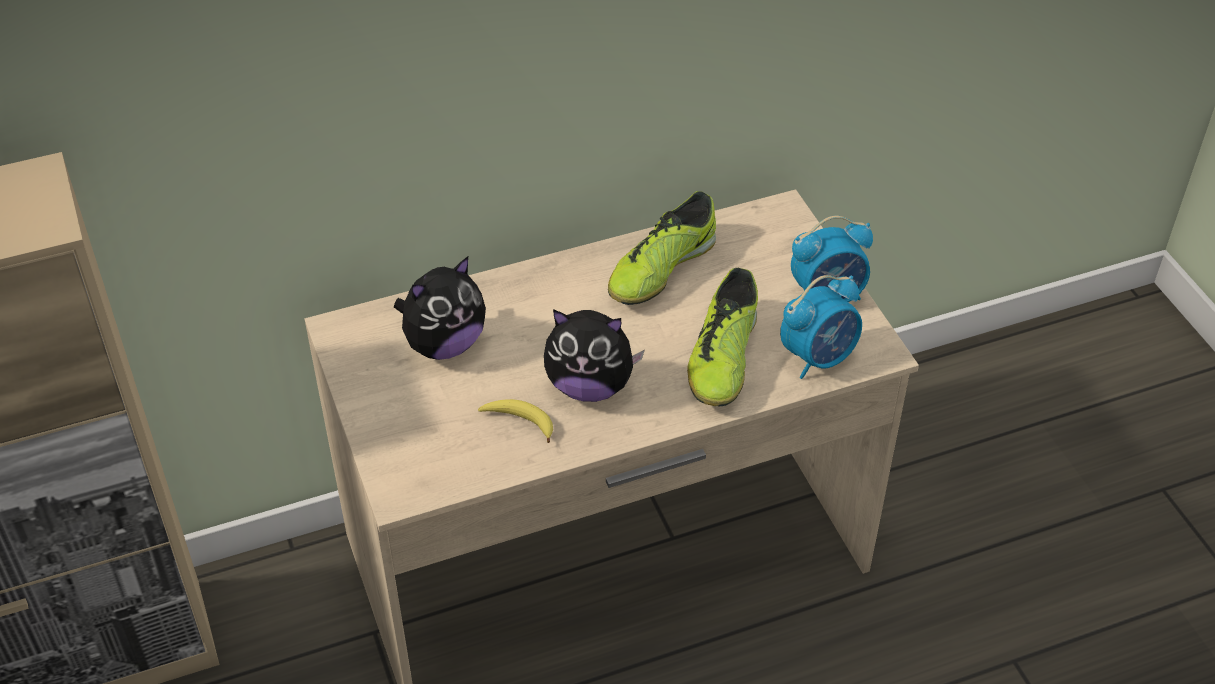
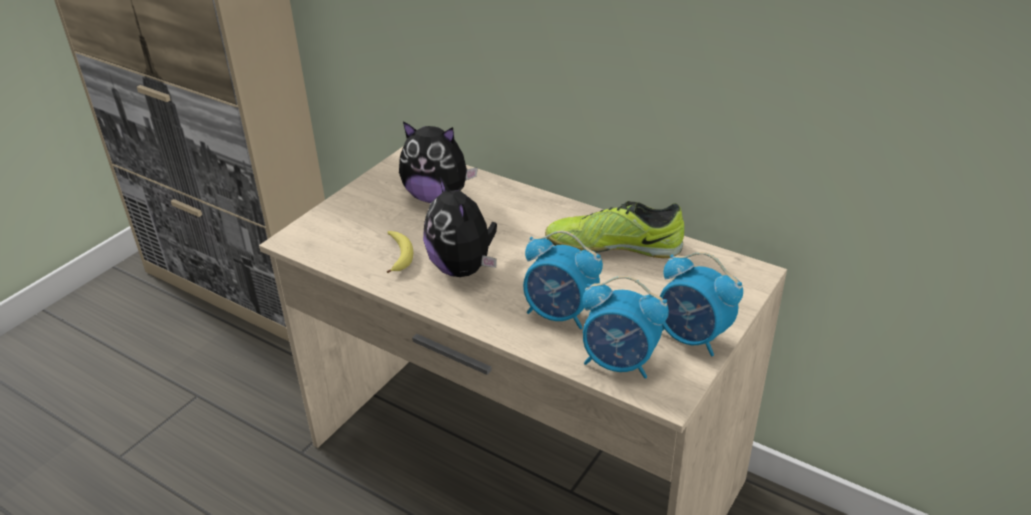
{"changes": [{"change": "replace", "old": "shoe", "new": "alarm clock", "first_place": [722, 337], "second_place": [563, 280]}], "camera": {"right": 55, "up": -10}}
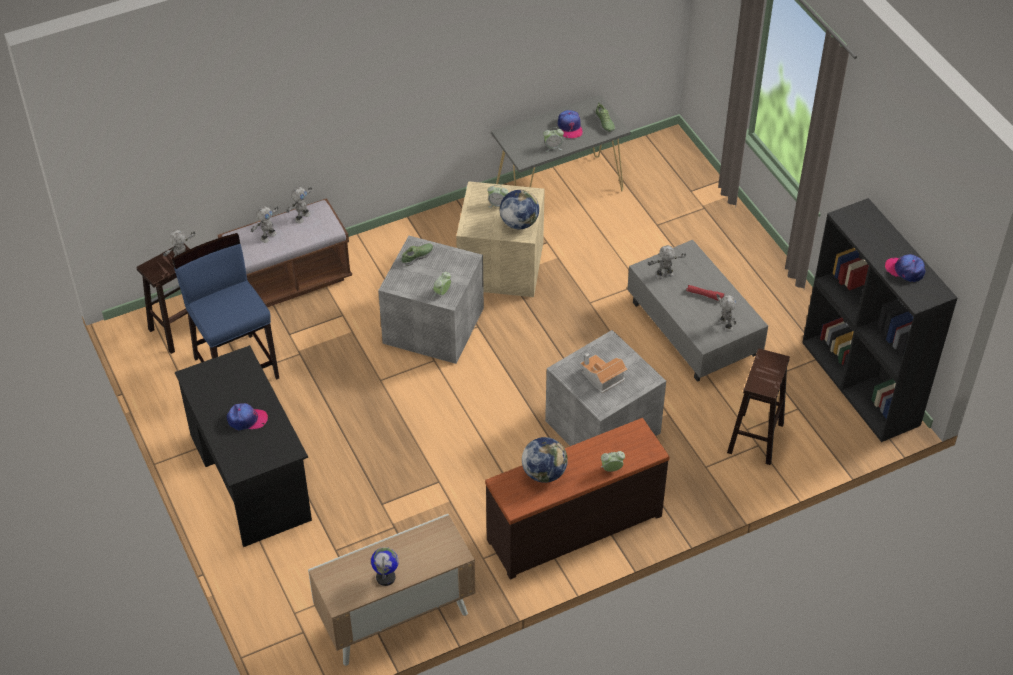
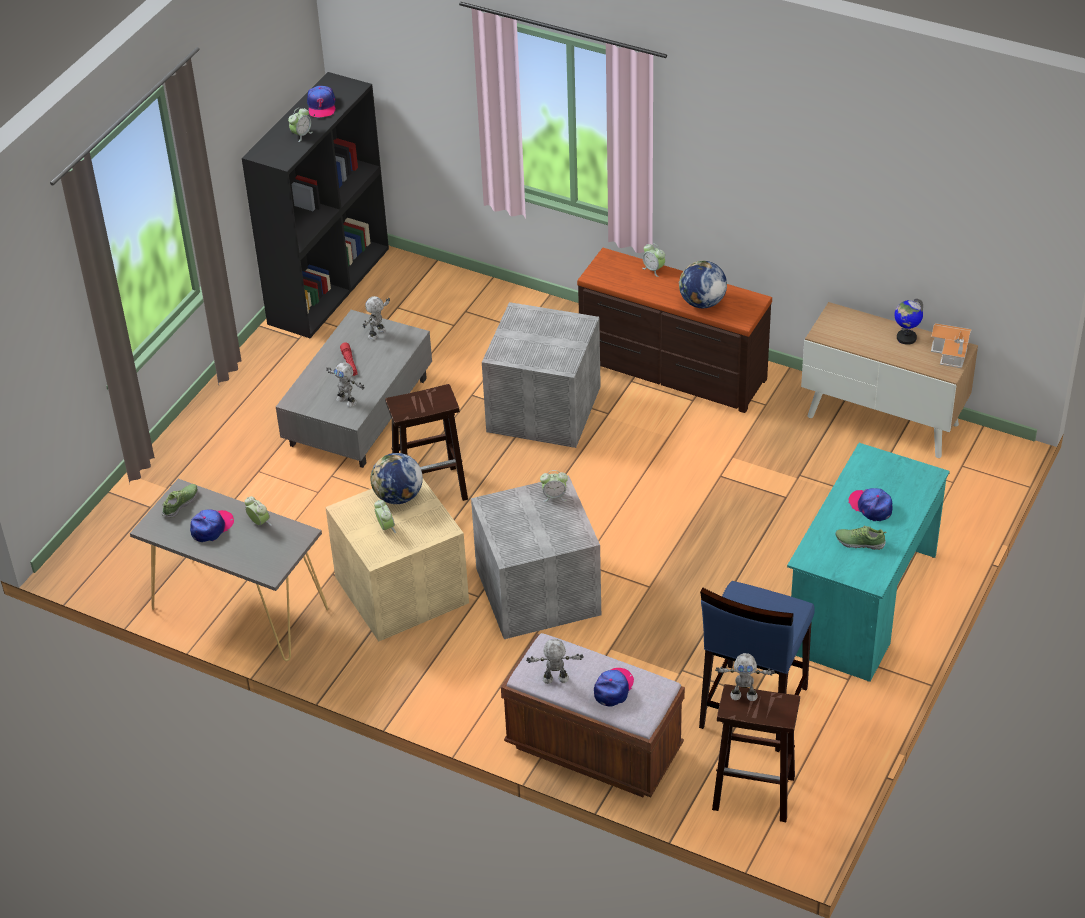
{"changes": [{"change": "insert", "new": "alarm clock", "second_place": [300, 125]}, {"change": "move", "old": "stool (brown)", "first_place": [758, 406], "second_place": [426, 442]}, {"change": "replace", "old": "toy robot", "new": "cap", "first_place": [265, 224], "second_place": [614, 687]}, {"change": "recolor", "old": "desk (black)", "new": "desk (turquoise)", "first_place": [243, 446], "second_place": [868, 562]}, {"change": "move", "old": "shoe", "first_place": [416, 254], "second_place": [860, 537]}, {"change": "move", "old": "toy house", "first_place": [604, 373], "second_place": [951, 345]}], "camera": {"right": -125, "up": -5}}
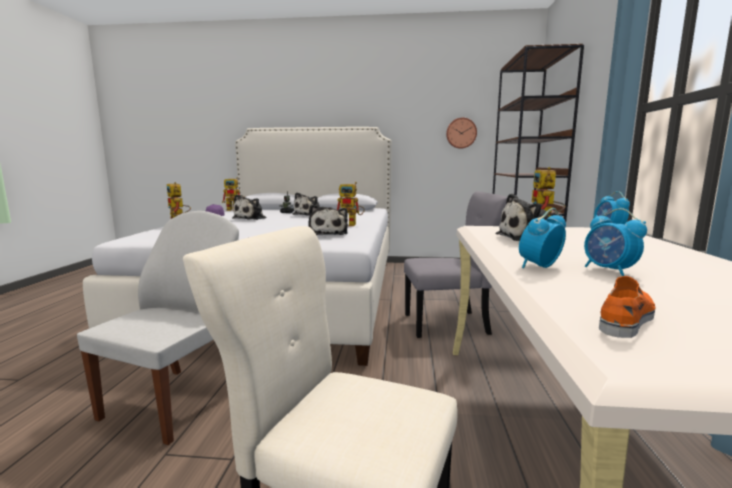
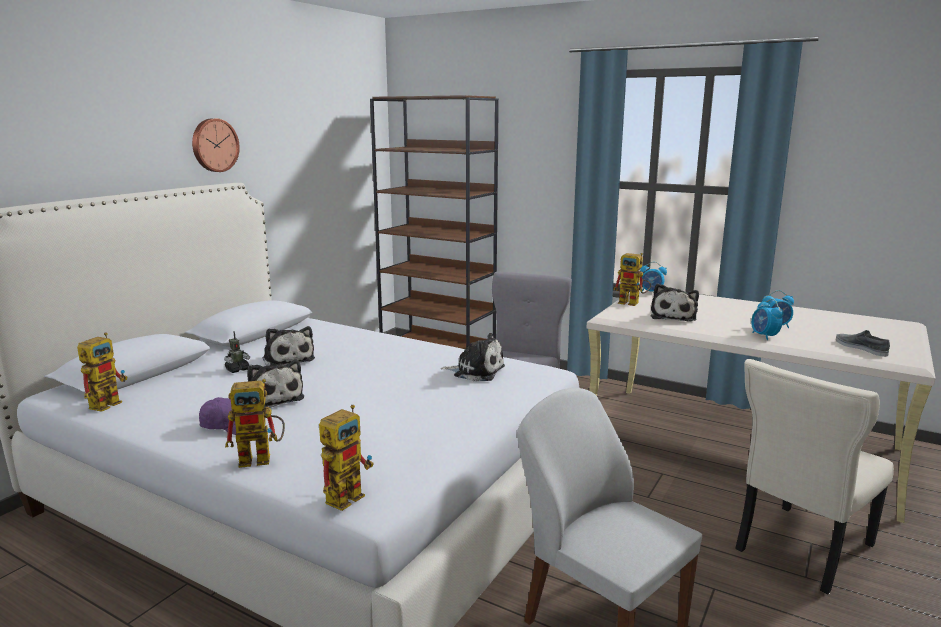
{"changes": [{"change": "move", "old": "wall clock", "first_place": [461, 133], "second_place": [216, 145]}, {"change": "move", "old": "toy robot", "first_place": [351, 204], "second_place": [346, 458]}, {"change": "recolor", "old": "shoe (orange)", "new": "shoe (grey)", "first_place": [627, 307], "second_place": [863, 343]}], "camera": {"right": -65, "up": 5}}
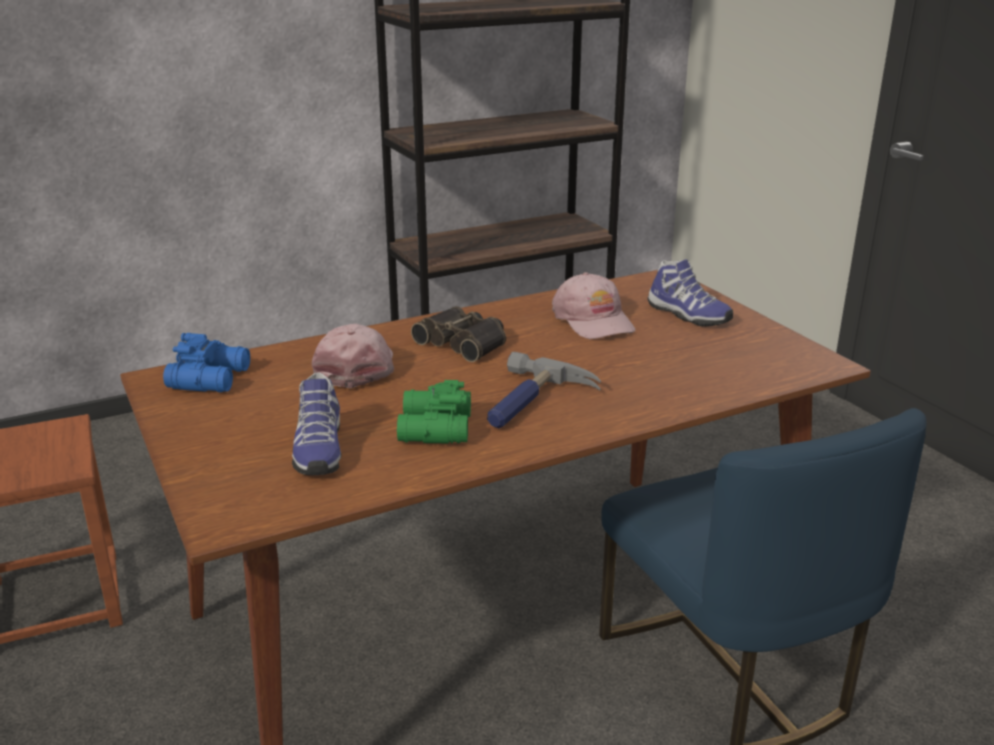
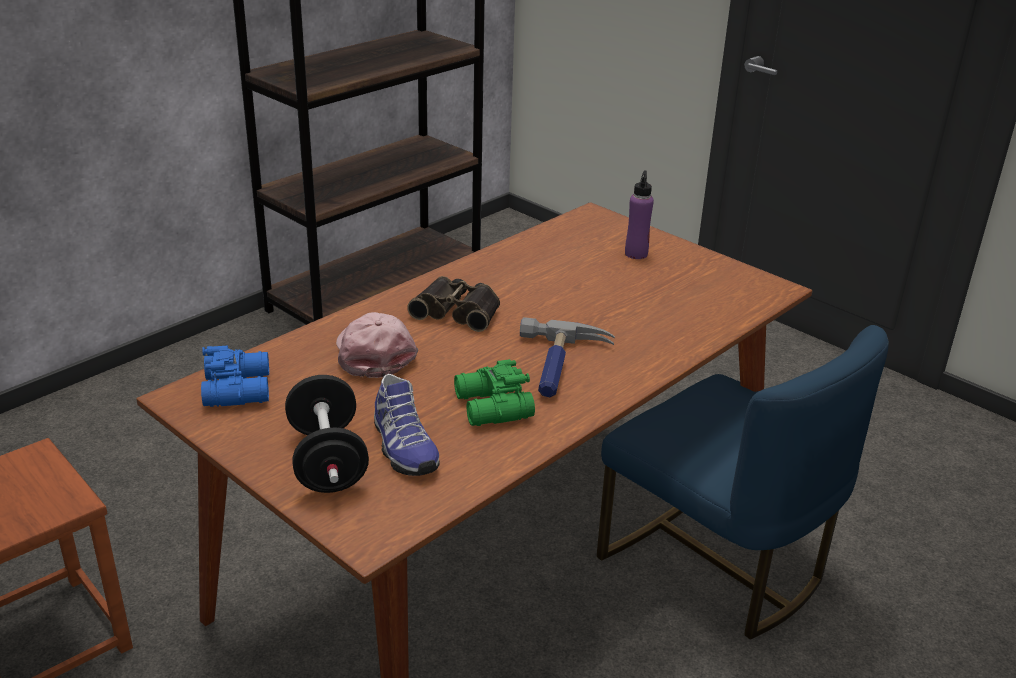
{"changes": [{"change": "insert", "new": "dumbbell (black)", "second_place": [327, 434]}, {"change": "replace", "old": "shoe", "new": "bottle (purple)", "first_place": [690, 293], "second_place": [639, 215]}, {"change": "delete", "old": "cap (pink)", "first_place": [593, 305]}], "camera": {"right": -20, "up": 5}}
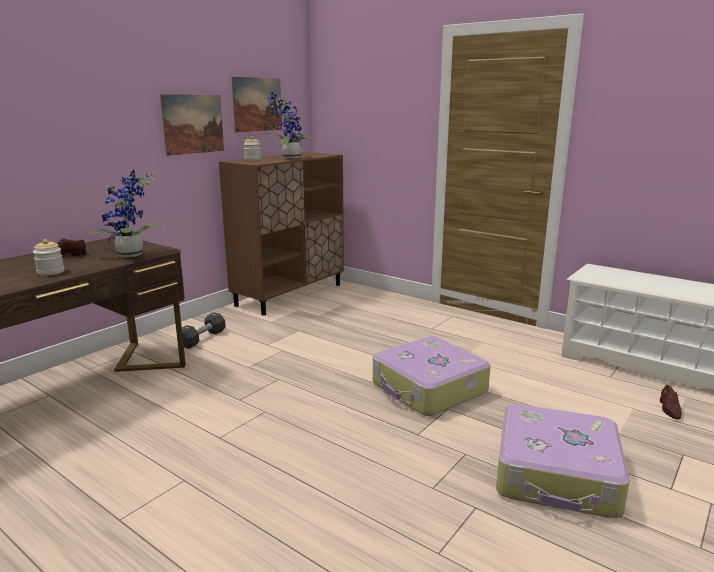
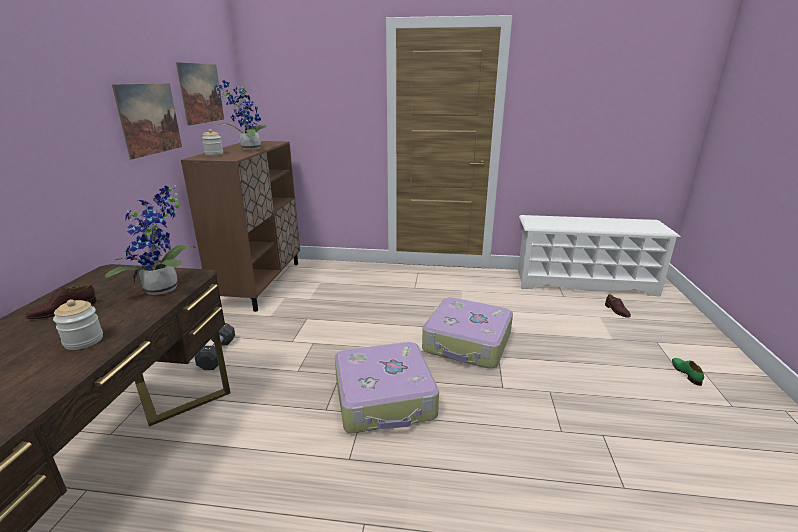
{"changes": [{"change": "move", "old": "suitcase", "first_place": [563, 461], "second_place": [387, 387]}, {"change": "insert", "new": "shoe (green)", "second_place": [688, 372]}], "camera": {"right": -30, "up": 5}}
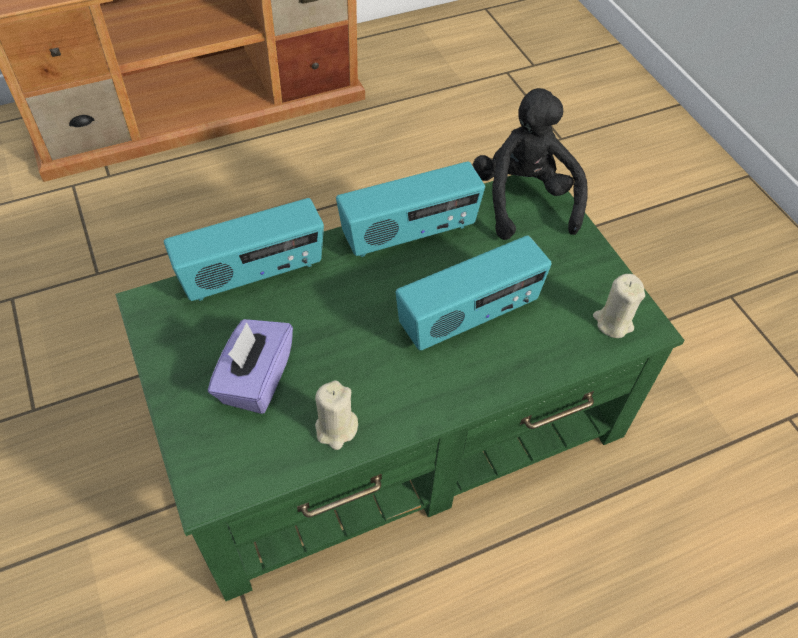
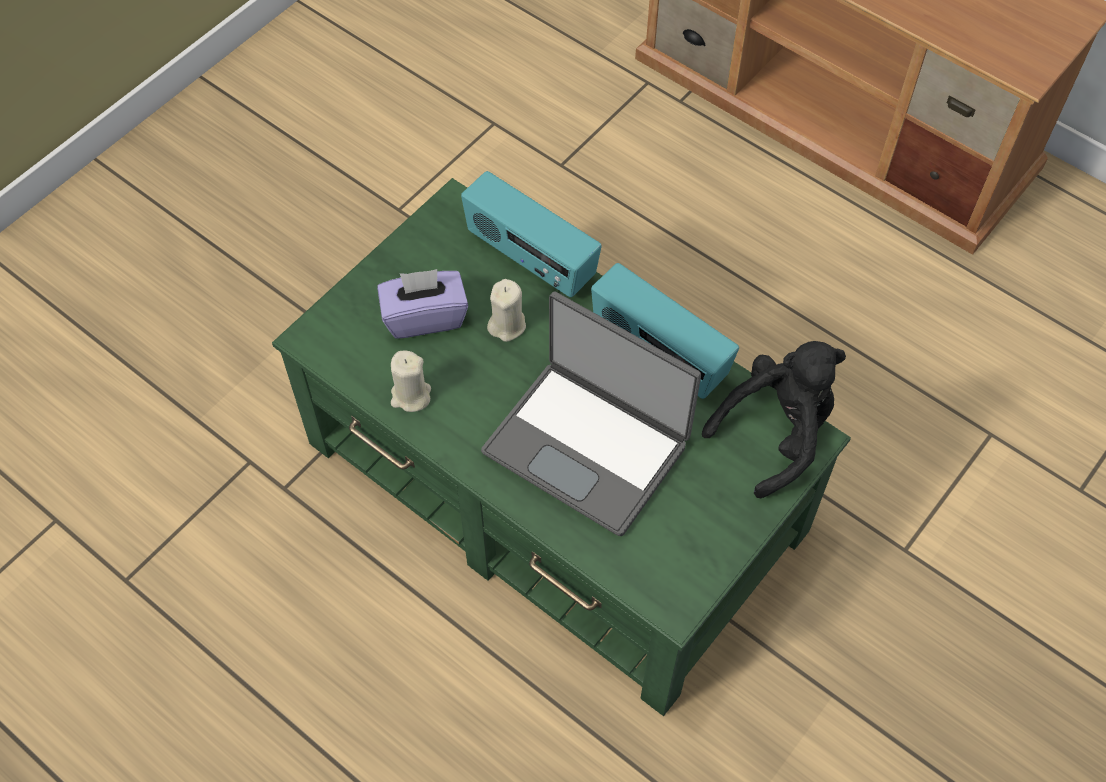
{"changes": [{"change": "replace", "old": "radio", "new": "laptop", "first_place": [474, 293], "second_place": [591, 413]}, {"change": "move", "old": "candle (beige)", "first_place": [619, 306], "second_place": [506, 310]}], "camera": {"right": 65, "up": 5}}
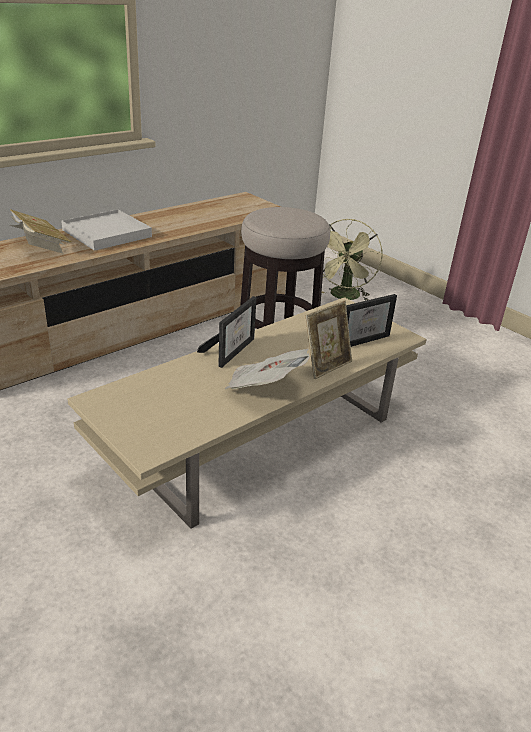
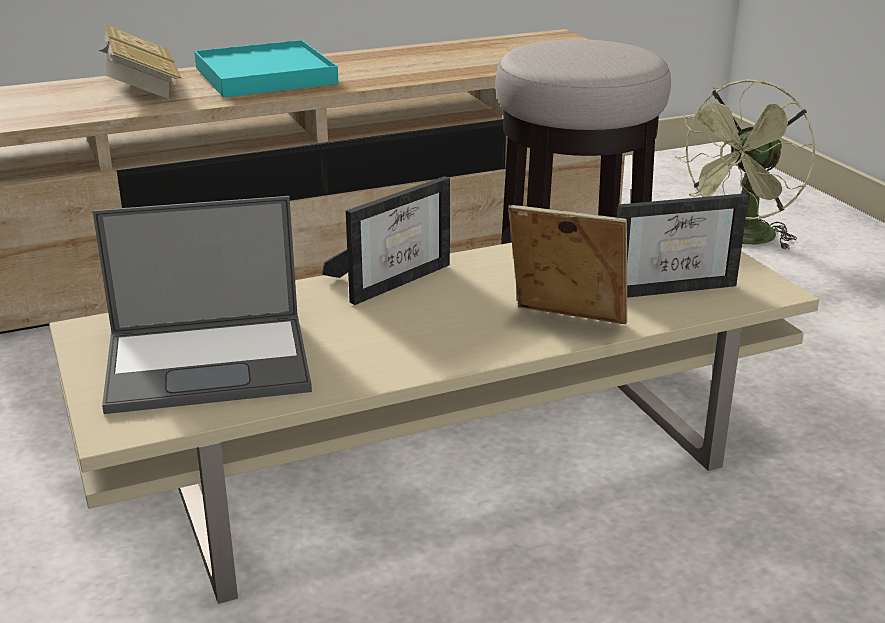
{"changes": [{"change": "insert", "new": "laptop", "second_place": [202, 305]}, {"change": "recolor", "old": "tray (white)", "new": "tray (turquoise)", "first_place": [106, 230], "second_place": [266, 69]}, {"change": "rotate", "old": "picture frame", "first_place": [328, 340], "second_place": [567, 264], "degrees": -135}, {"change": "delete", "old": "newspaper", "first_place": [267, 369]}], "camera": {"right": 20, "up": -5}}
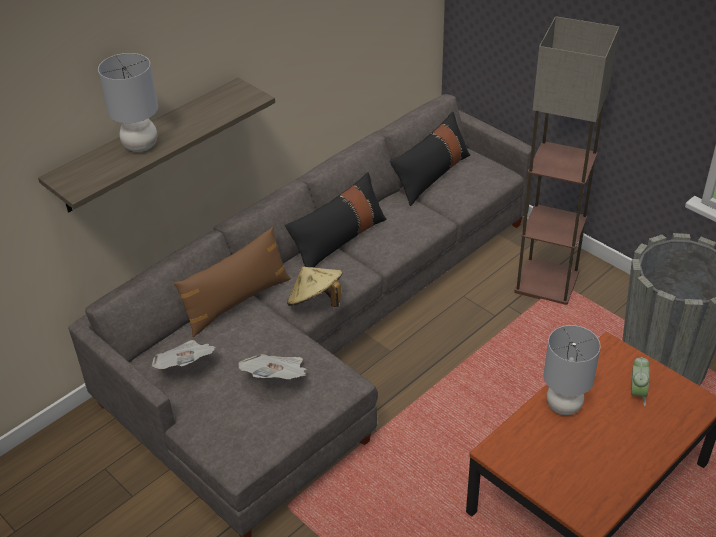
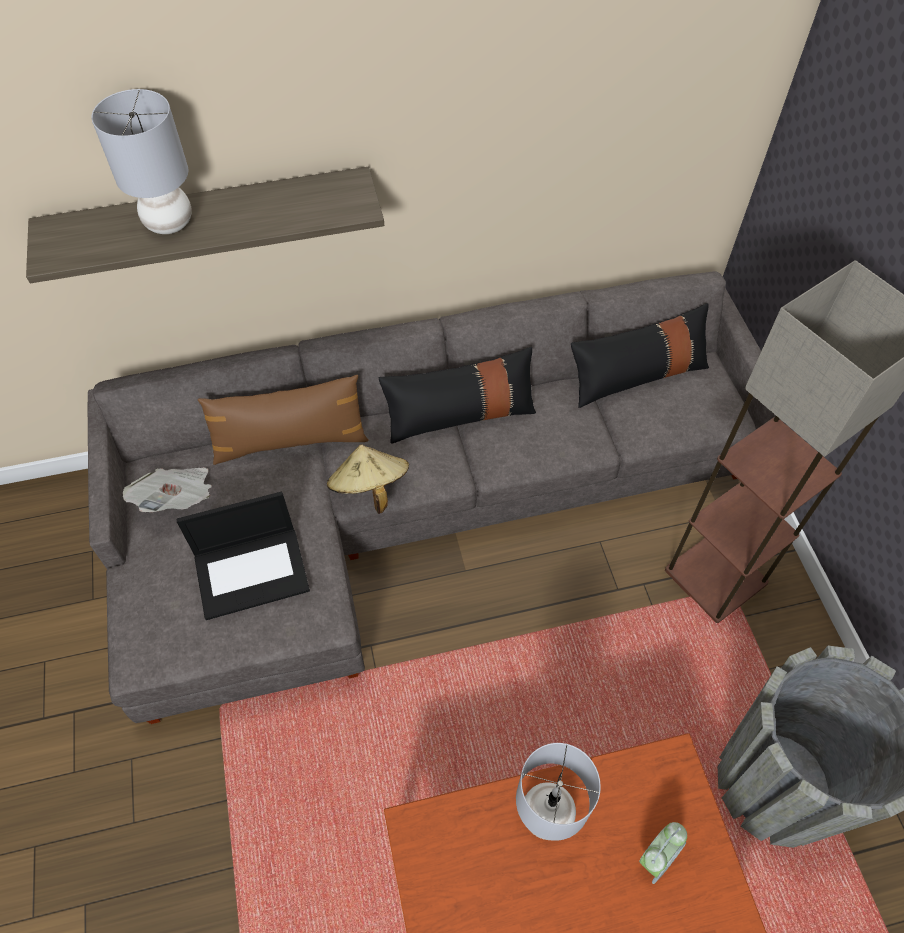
{"changes": [{"change": "replace", "old": "newspaper", "new": "laptop", "first_place": [272, 366], "second_place": [243, 556]}], "camera": {"right": 30, "up": 15}}
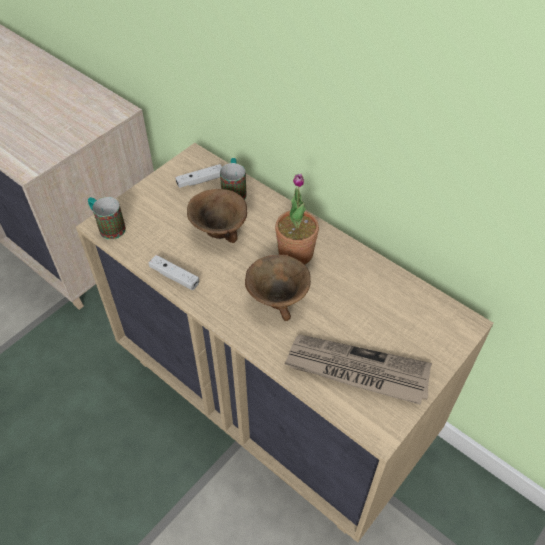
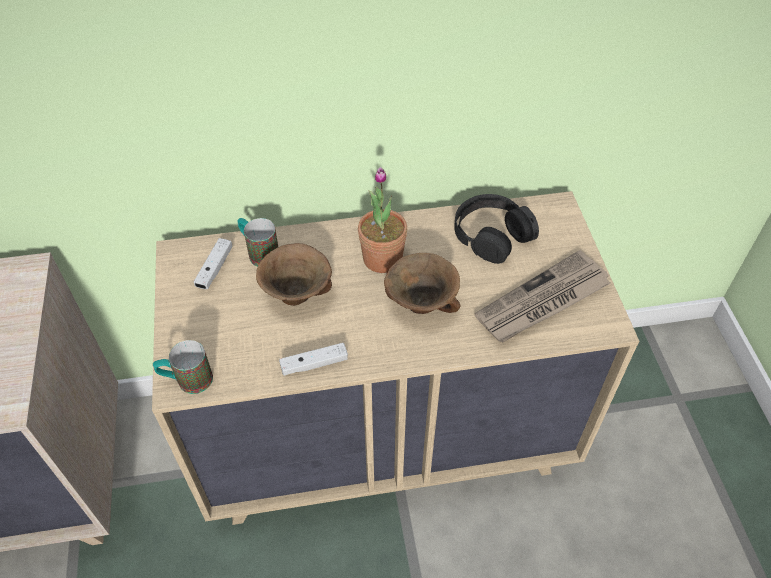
{"changes": [{"change": "insert", "new": "headphones (black)", "second_place": [496, 229]}], "camera": {"right": -50, "up": 0}}
